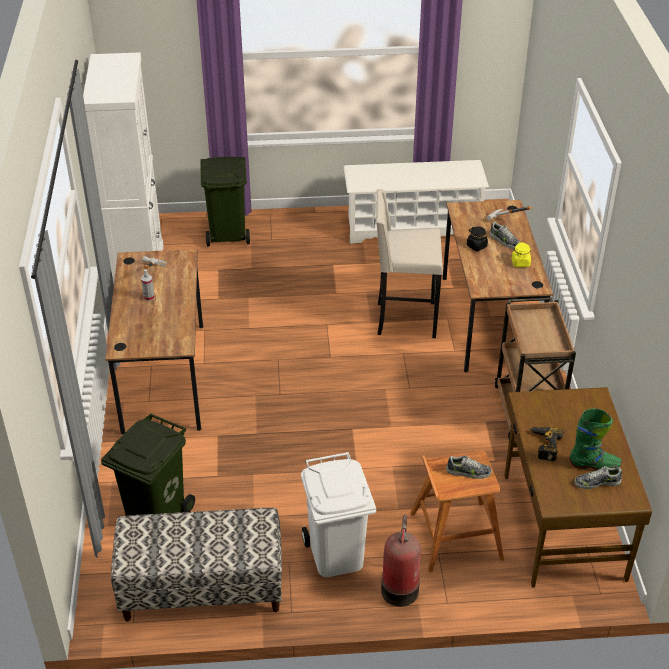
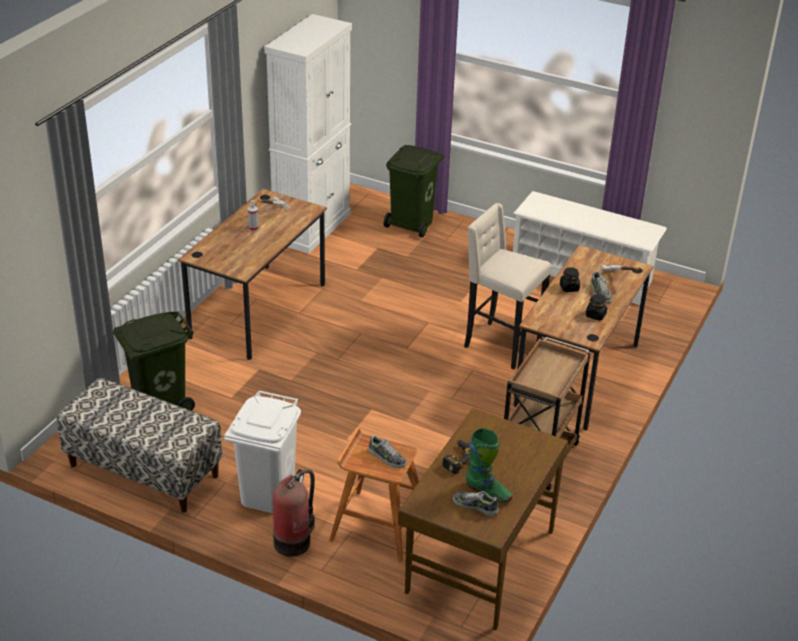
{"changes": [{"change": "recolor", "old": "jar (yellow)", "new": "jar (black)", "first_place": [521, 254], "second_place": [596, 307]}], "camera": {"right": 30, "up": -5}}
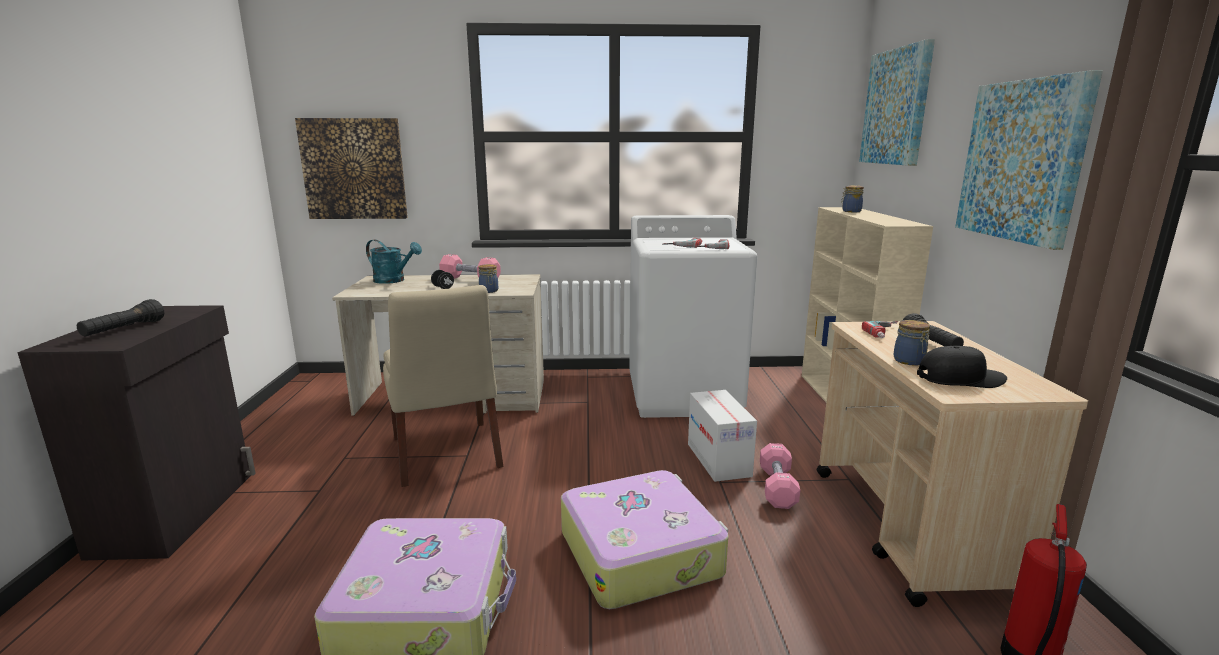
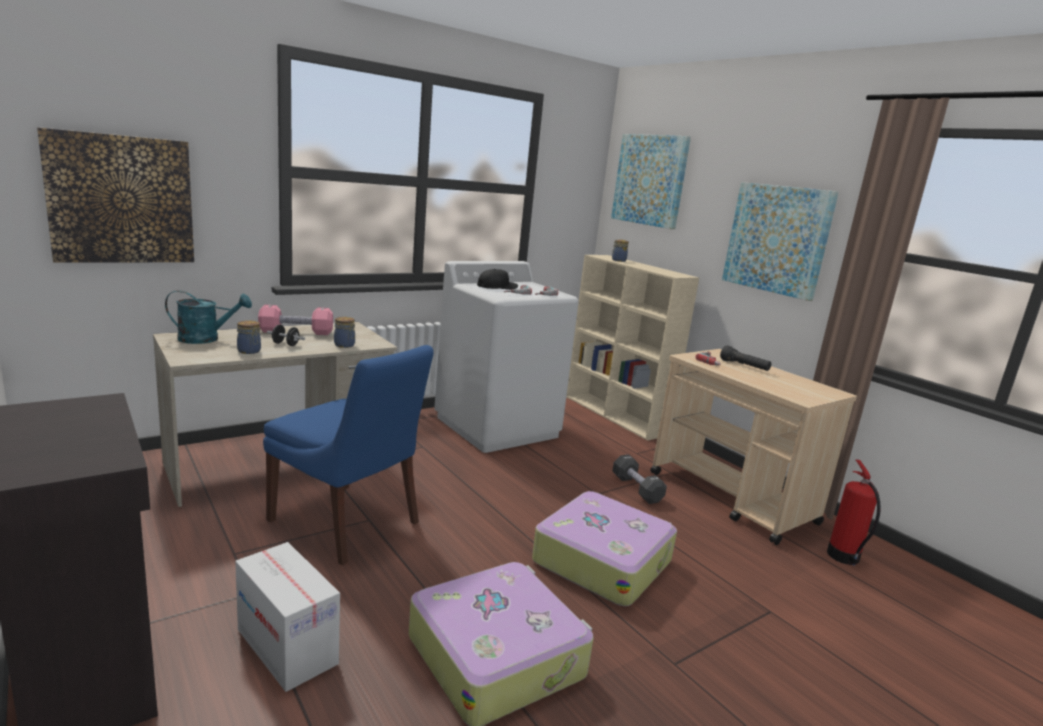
{"changes": [{"change": "move", "old": "cardboard box", "first_place": [722, 436], "second_place": [287, 617]}, {"change": "move", "old": "jar", "first_place": [912, 343], "second_place": [249, 337]}, {"change": "recolor", "old": "chair (beige)", "new": "chair (blue)", "first_place": [443, 386], "second_place": [348, 455]}, {"change": "move", "old": "cap (black)", "first_place": [962, 367], "second_place": [497, 279]}, {"change": "recolor", "old": "dumbbell (pink)", "new": "dumbbell (black)", "first_place": [780, 476], "second_place": [639, 479]}, {"change": "delete", "old": "flashlight (black)", "first_place": [120, 318]}], "camera": {"right": -35, "up": 0}}
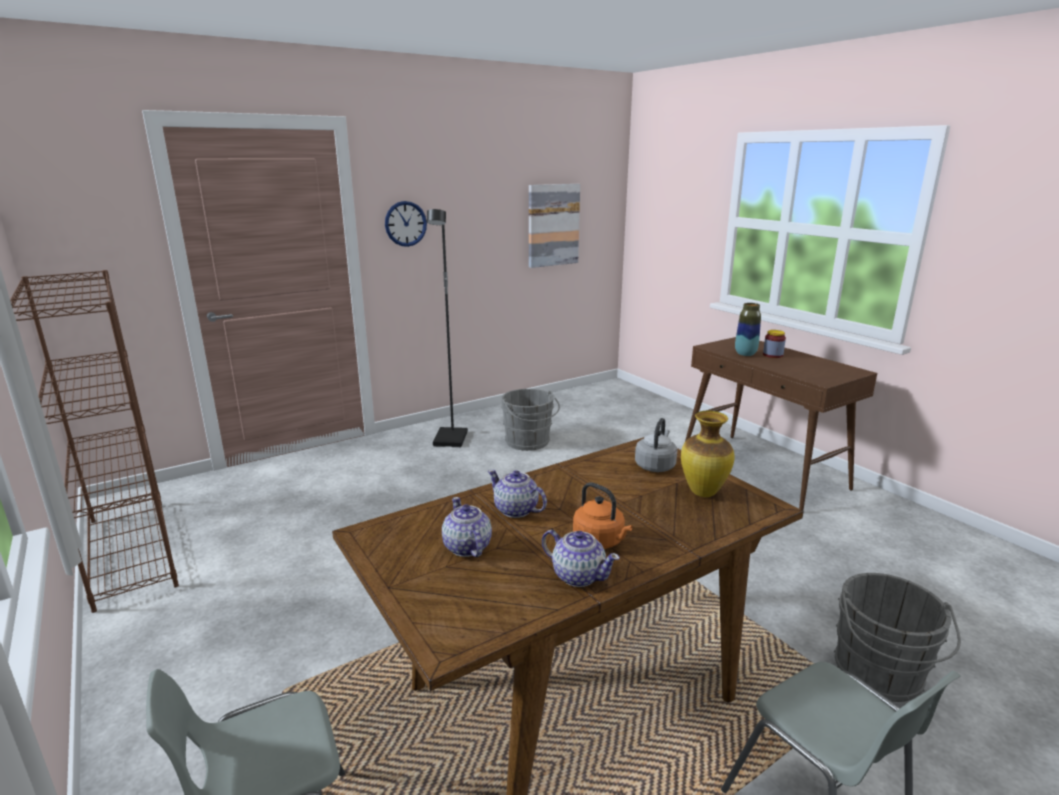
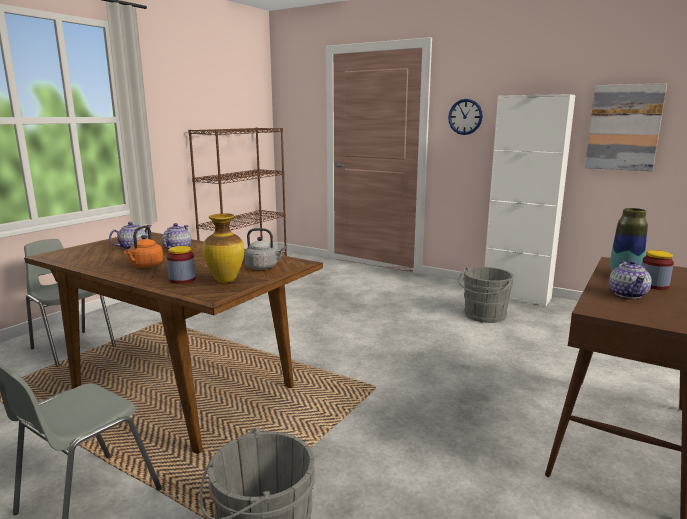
{"changes": [{"change": "insert", "new": "jar", "second_place": [181, 265]}, {"change": "insert", "new": "cabinet (white)", "second_place": [529, 200]}, {"change": "move", "old": "teapot", "first_place": [581, 558], "second_place": [630, 279]}, {"change": "delete", "old": "floor lamp (black)", "first_place": [447, 328]}], "camera": {"right": 65, "up": -5}}
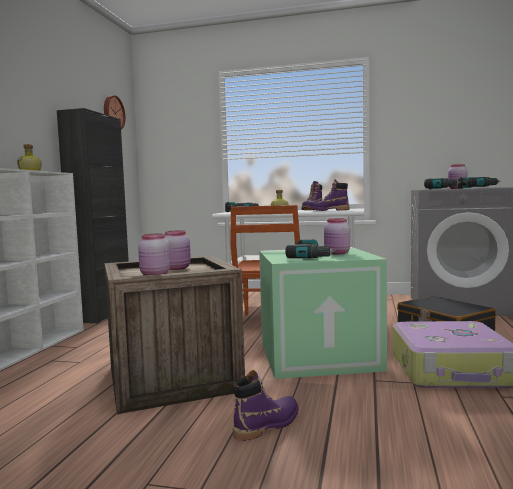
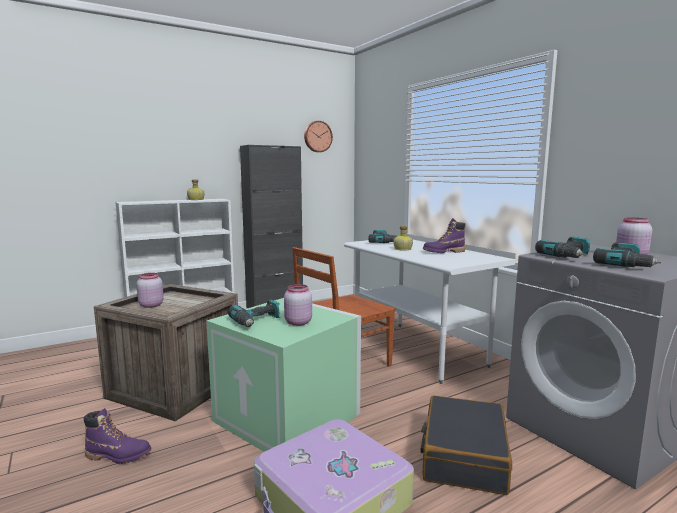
{"changes": [{"change": "delete", "old": "jar (pink)", "first_place": [177, 250]}, {"change": "delete", "old": "boot (purple)", "first_place": [328, 195]}], "camera": {"right": 45, "up": 5}}
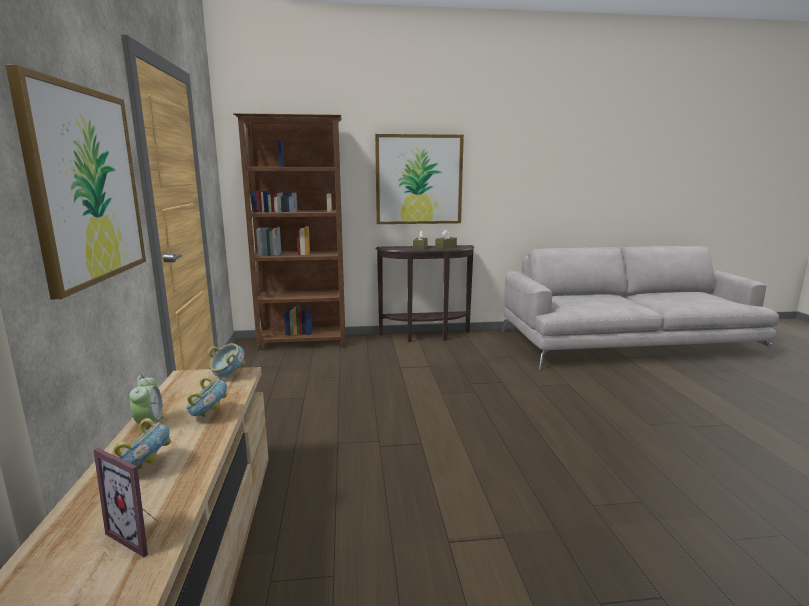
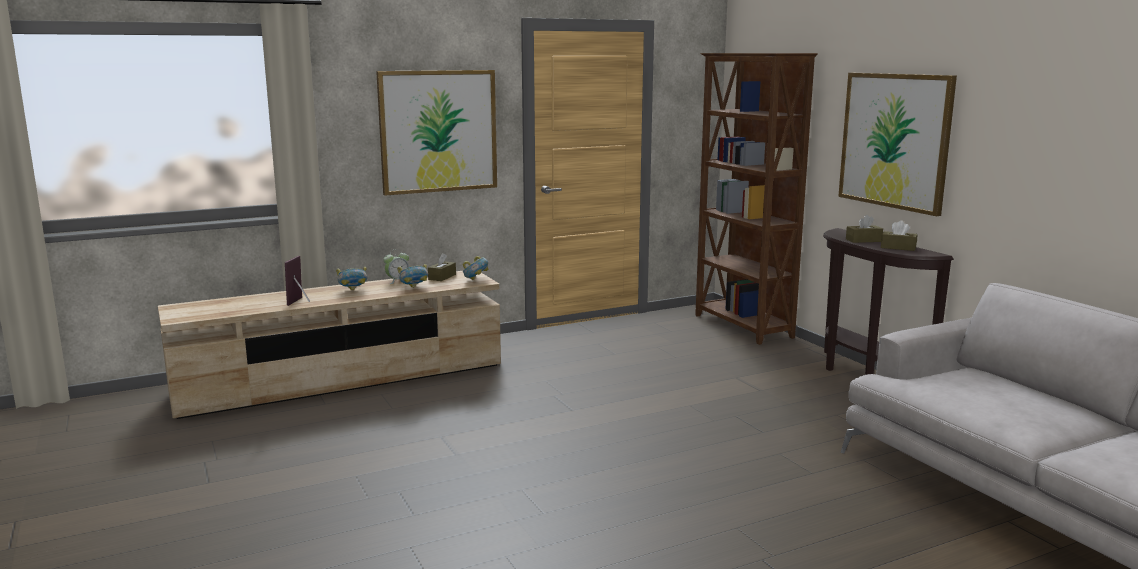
{"changes": [{"change": "insert", "new": "tissue box (brown)", "second_place": [442, 267]}], "camera": {"right": 70, "up": 0}}
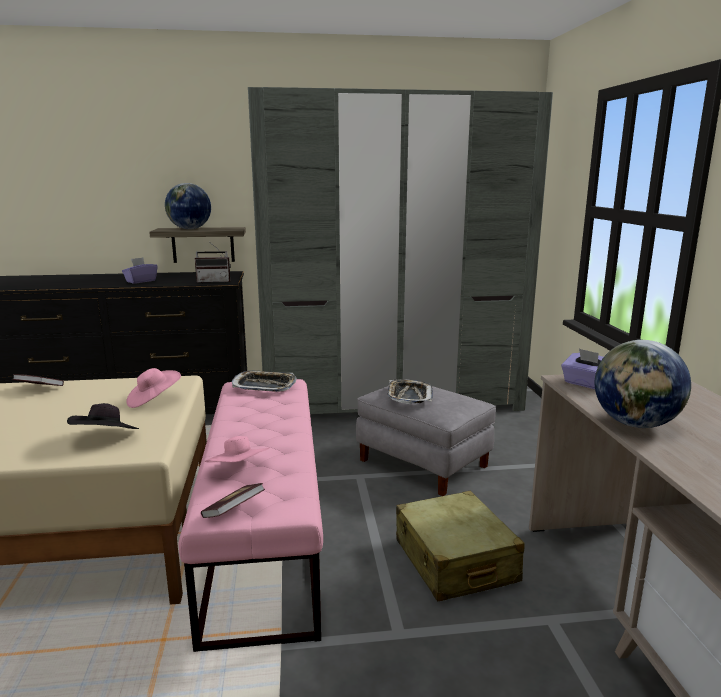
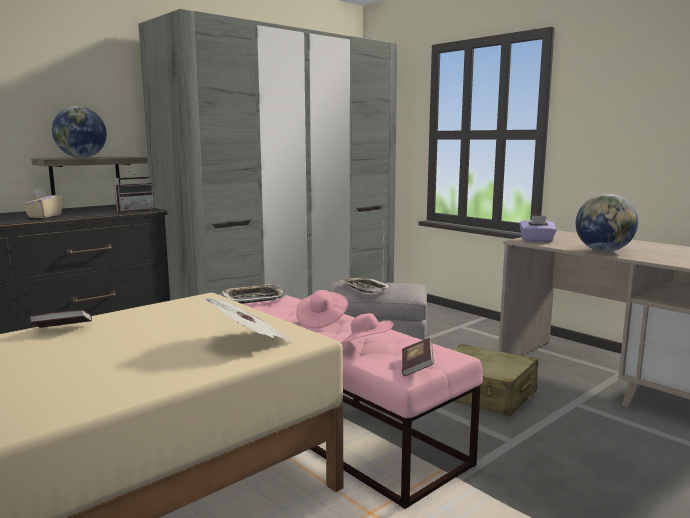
{"changes": [{"change": "recolor", "old": "tissue box (purple)", "new": "tissue box (beige)", "first_place": [140, 270], "second_place": [43, 203]}, {"change": "replace", "old": "hat (black)", "new": "newspaper", "first_place": [103, 416], "second_place": [247, 319]}, {"change": "move", "old": "hat (pink)", "first_place": [153, 388], "second_place": [322, 309]}], "camera": {"right": -35, "up": -5}}
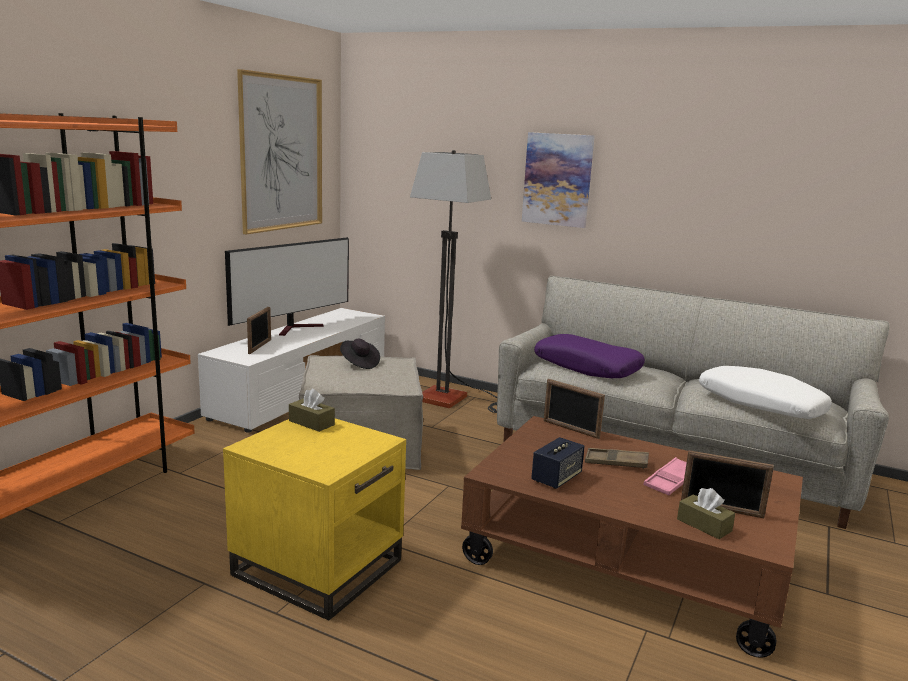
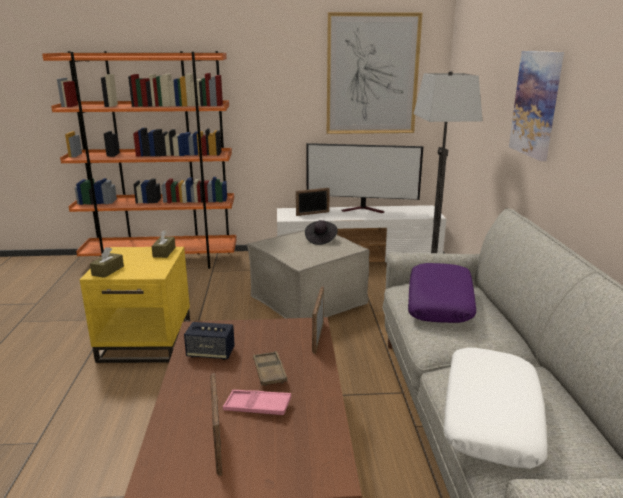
{"changes": [{"change": "move", "old": "tissue box (brown)", "first_place": [706, 513], "second_place": [107, 262]}], "camera": {"right": 60, "up": 5}}
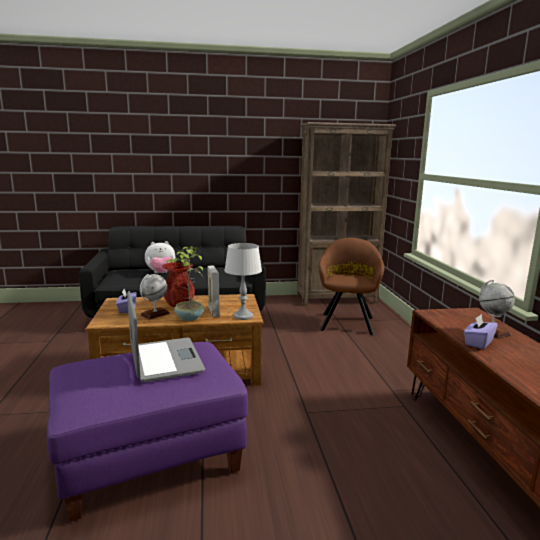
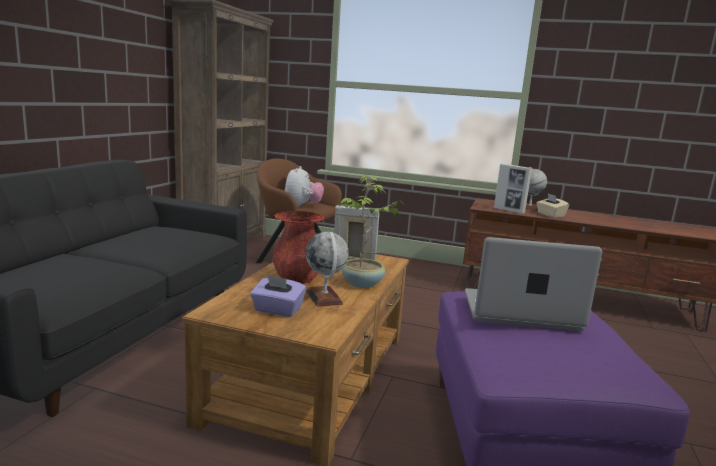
{"changes": [{"change": "move", "old": "plush toy", "first_place": [160, 257], "second_place": [304, 186]}, {"change": "insert", "new": "picture frame", "second_place": [513, 188]}, {"change": "recolor", "old": "tissue box (purple)", "new": "tissue box (beige)", "first_place": [481, 331], "second_place": [553, 205]}, {"change": "delete", "old": "table lamp (grey)", "first_place": [243, 281]}], "camera": {"right": -65, "up": 0}}
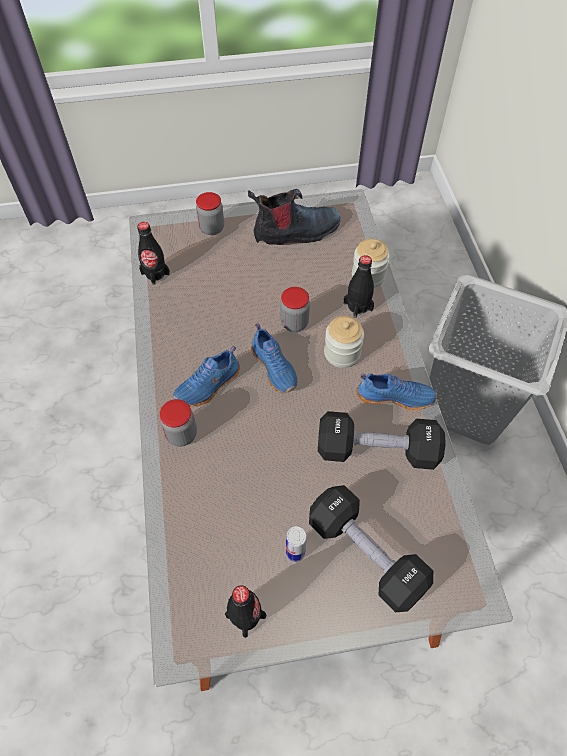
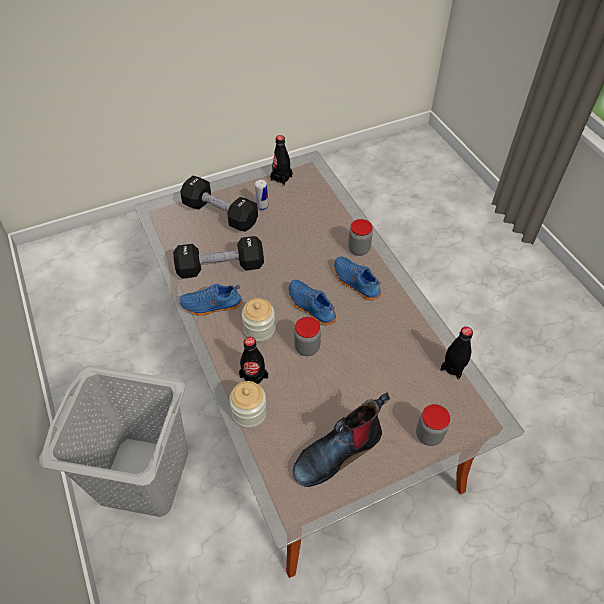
{"changes": [{"change": "rotate", "old": "shoe (blue)", "first_place": [206, 376], "second_place": [357, 278], "degrees": -75}], "camera": {"right": 165, "up": -5}}
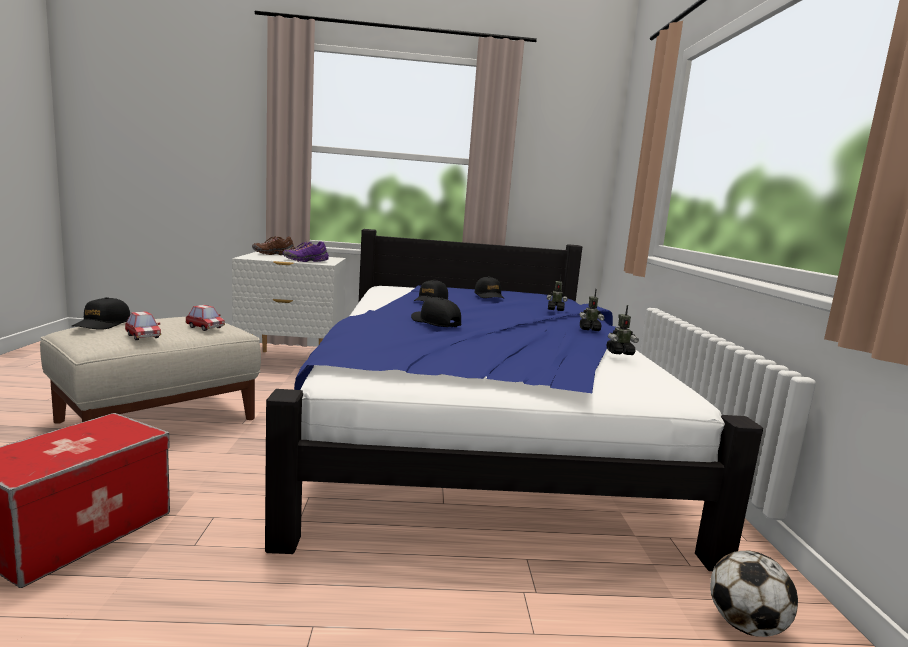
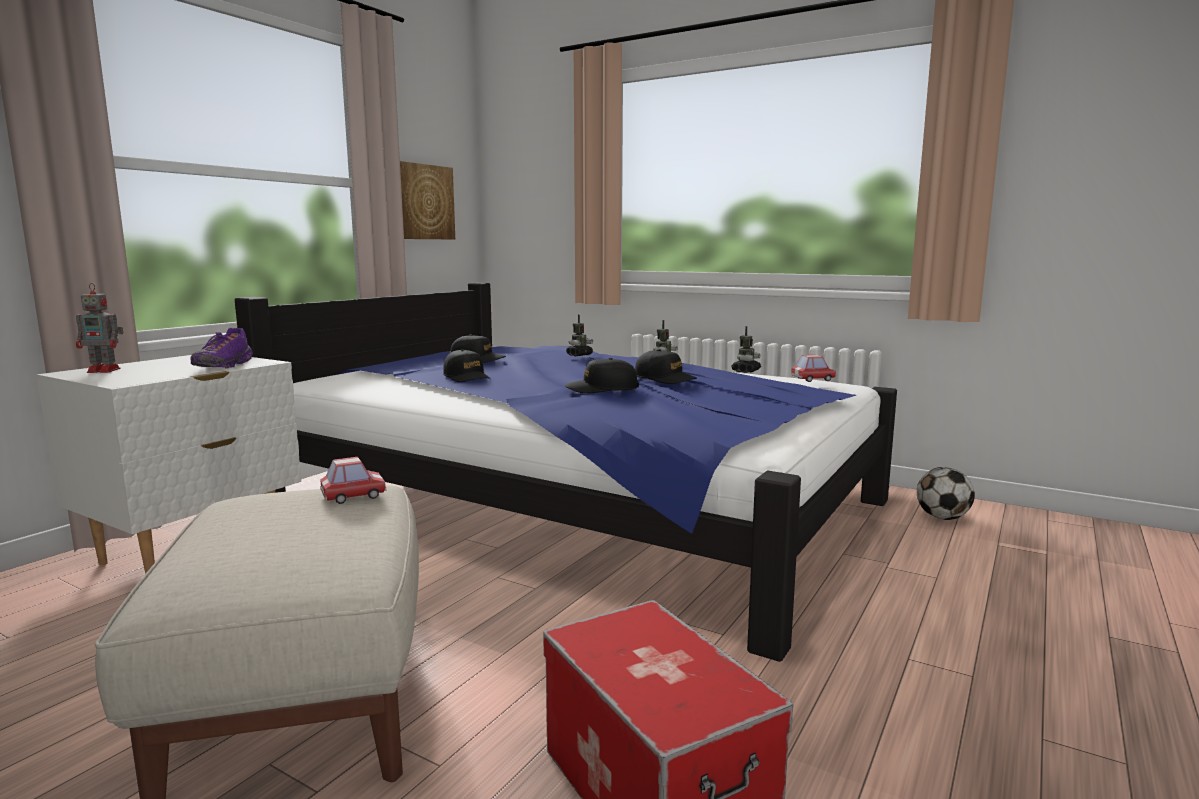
{"changes": [{"change": "replace", "old": "shoe (brown)", "new": "toy robot", "first_place": [273, 245], "second_place": [99, 328]}, {"change": "insert", "new": "picture", "second_place": [427, 200]}, {"change": "move", "old": "cap (black)", "first_place": [101, 313], "second_place": [666, 366]}, {"change": "move", "old": "toy car", "first_place": [143, 325], "second_place": [813, 368]}], "camera": {"right": -55, "up": 0}}
